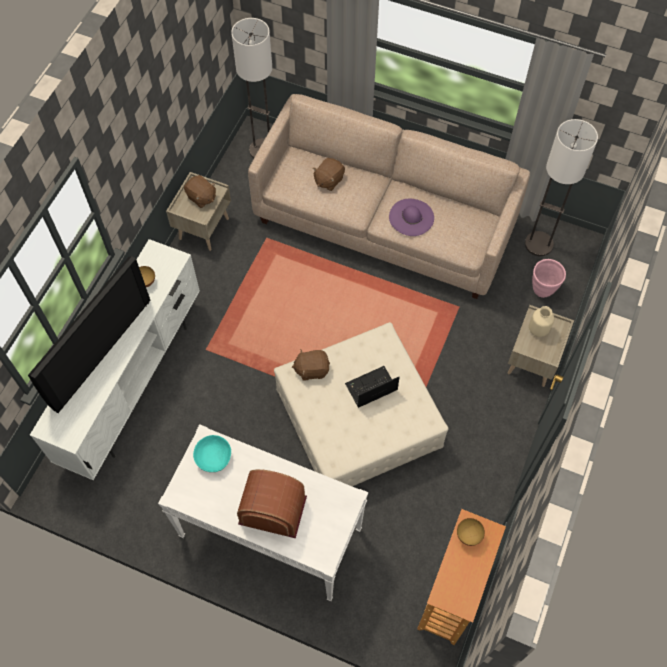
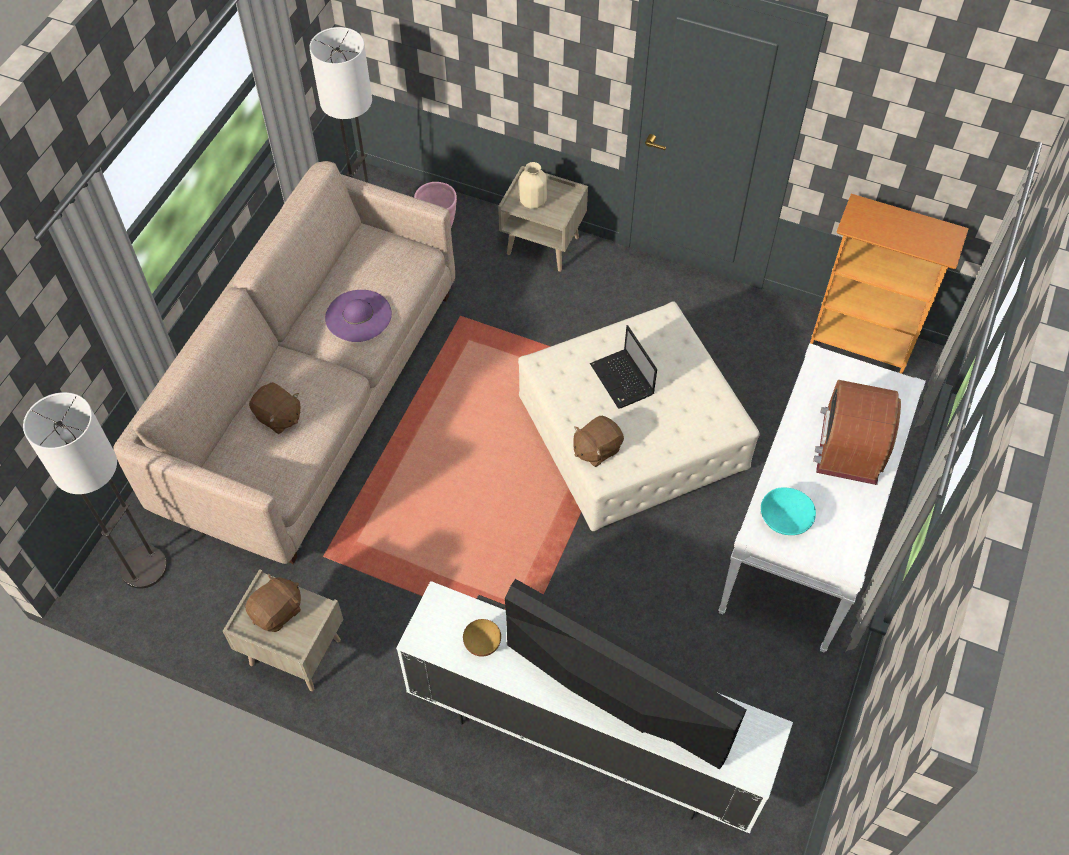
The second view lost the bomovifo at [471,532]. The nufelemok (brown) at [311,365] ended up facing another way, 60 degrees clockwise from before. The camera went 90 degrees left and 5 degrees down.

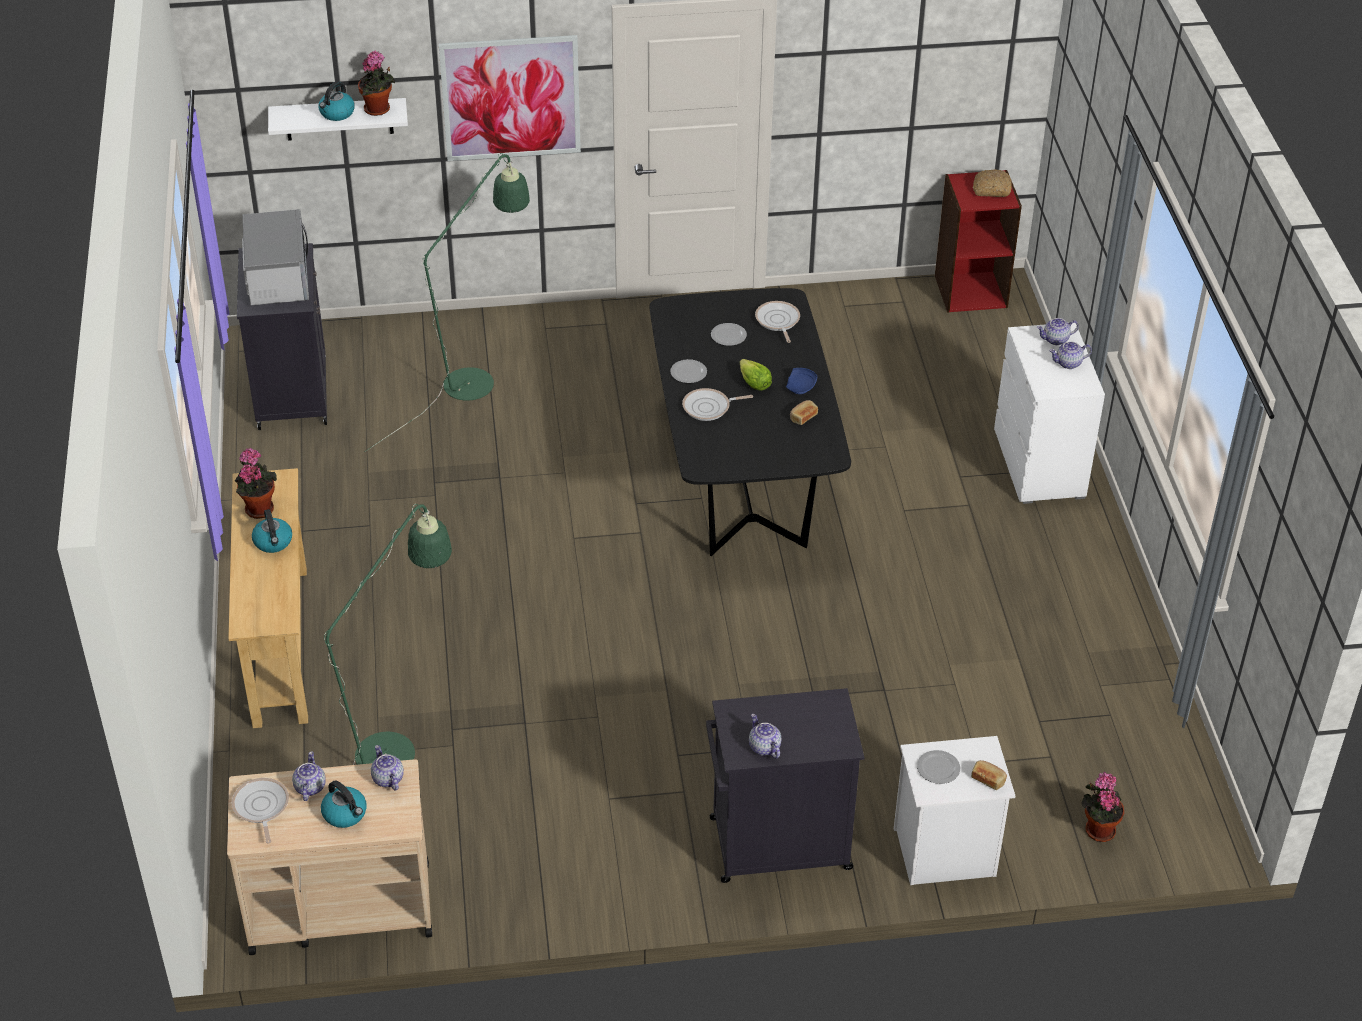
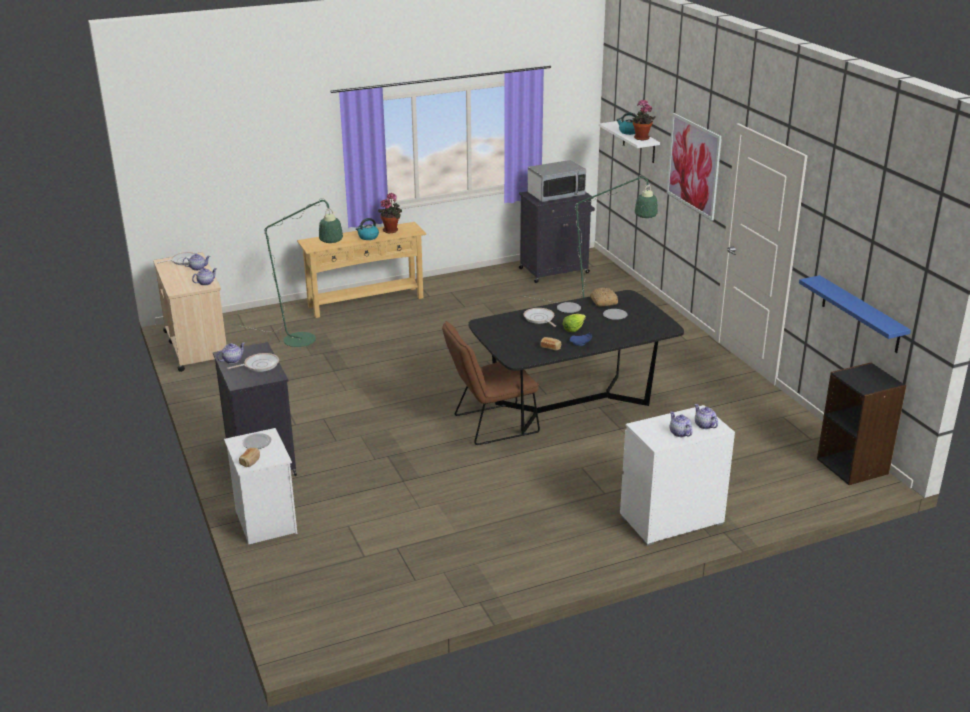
The second view lost the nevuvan at [344,804]. The second view lost the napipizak at [1103,807]. The second view gained the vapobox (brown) at [491,383]. The second view gained the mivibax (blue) at [855,314]. The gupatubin ended up elsewhere, having gone from [777,322] to [253,362]. The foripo ended up elsewhere, having gone from [992,183] to [604,297]. What was the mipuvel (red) at [978,241] turned into the mipuvel (black) at [861,423]. The camera went 75 degrees right and 15 degrees down.

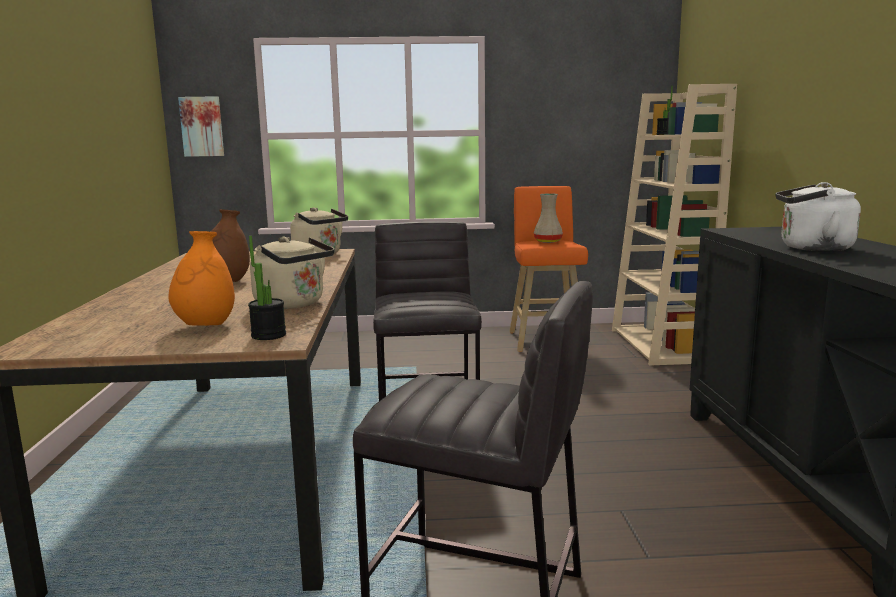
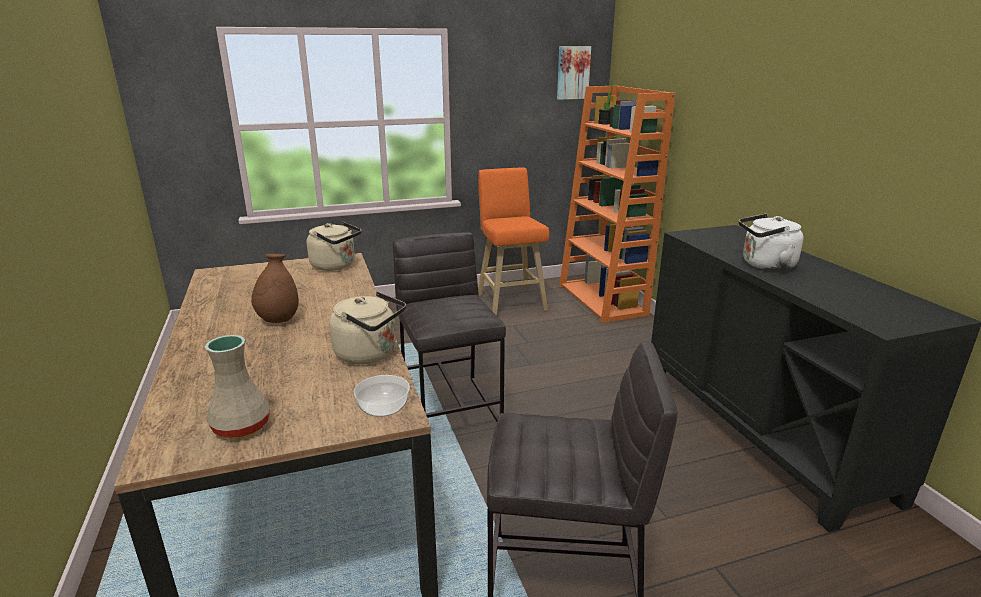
The second view lost the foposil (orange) at [202,278]. The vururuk ended up elsewhere, having gone from [201,126] to [574,73]. The foposil (beige) ended up elsewhere, having gone from [548,218] to [237,387]. Where the napipizak stood at [267,288], the bomovifo came to stand at [382,396]. What was the mipuvel (beige) at [674,225] turned into the mipuvel (orange) at [617,204]. The camera went 15 degrees left and 10 degrees up.

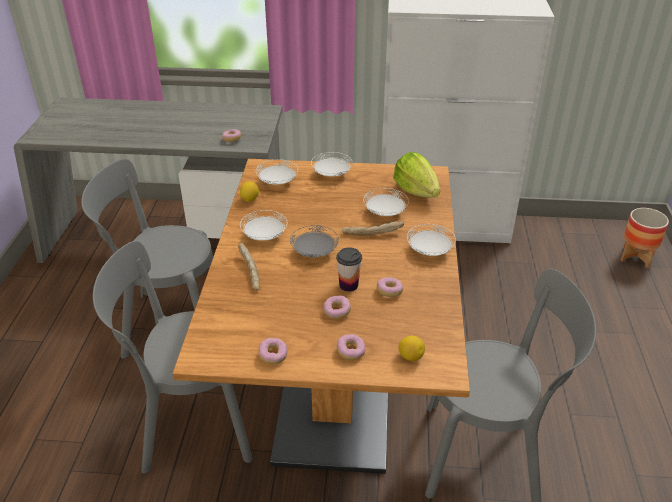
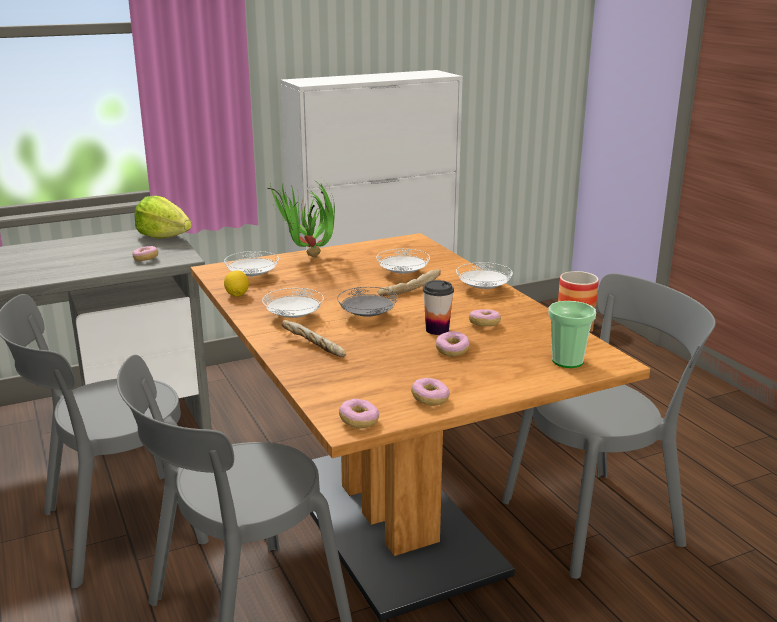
The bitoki ended up elsewhere, having gone from [351,347] to [359,413]. The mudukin ended up elsewhere, having gone from [416,175] to [163,217]. Where the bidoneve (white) stood at [332,164], the napipizak came to stand at [300,217]. Where the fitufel stood at [411,348], the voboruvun came to stand at [572,334]. The camera went 30 degrees left and 15 degrees down.

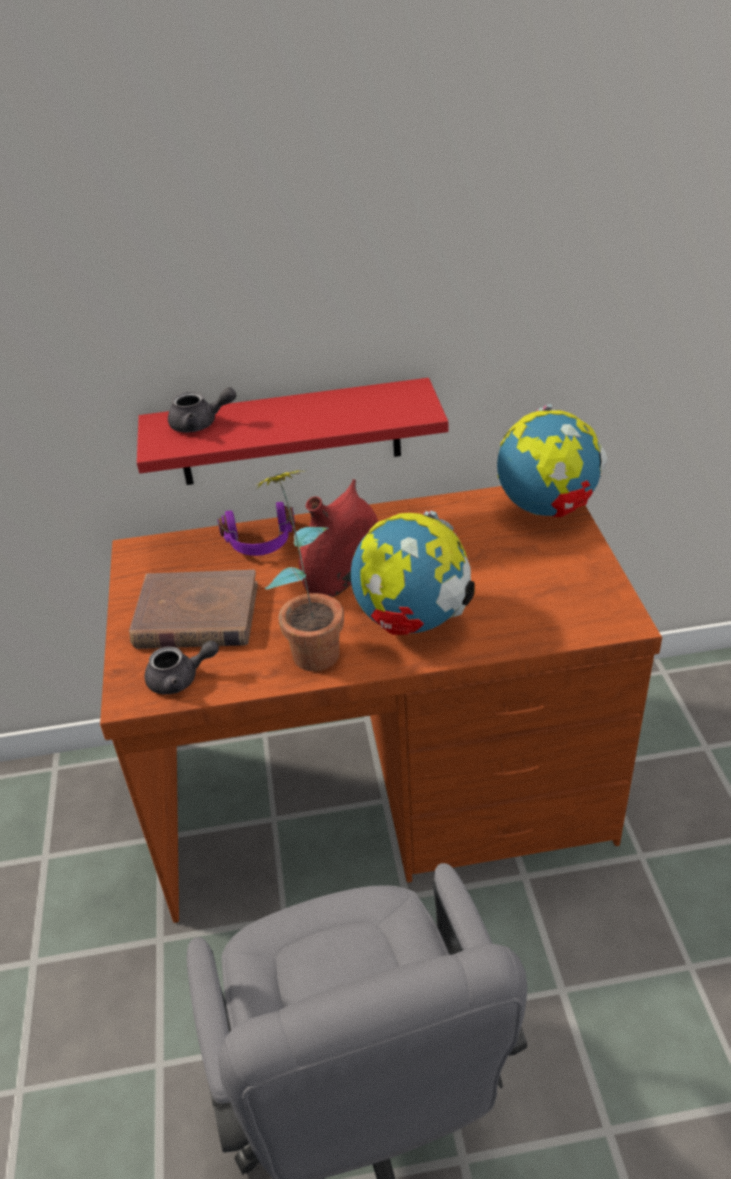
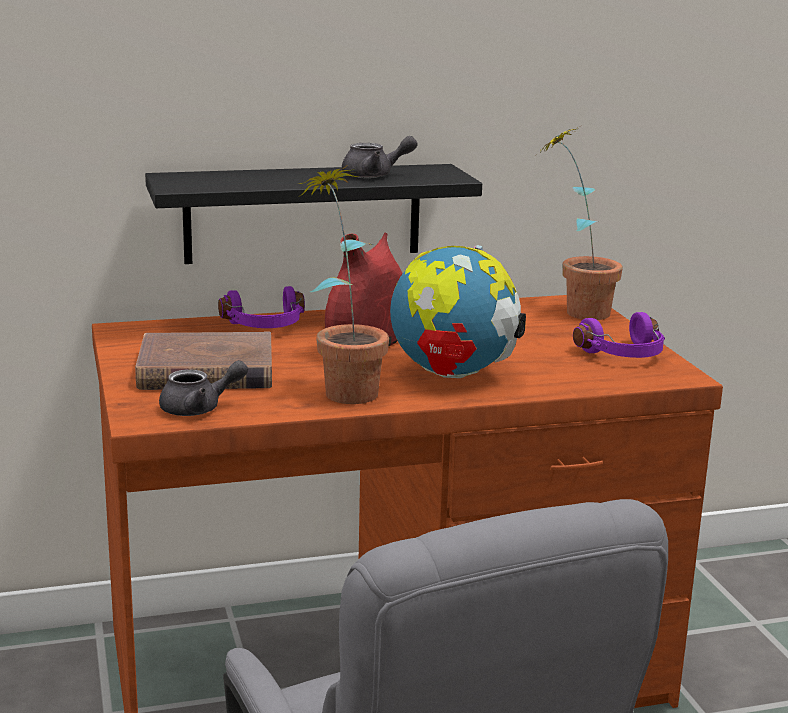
The second view gained the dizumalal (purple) at [619,335]. The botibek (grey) ended up elsewhere, having gone from [202,409] to [379,157]. Where the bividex stood at [552,460], the napipizak came to stand at [581,224]. What was the mivibax (red) at [292,431] turned into the mivibax (black) at [313,214]. The camera went 10 degrees left and 20 degrees down.

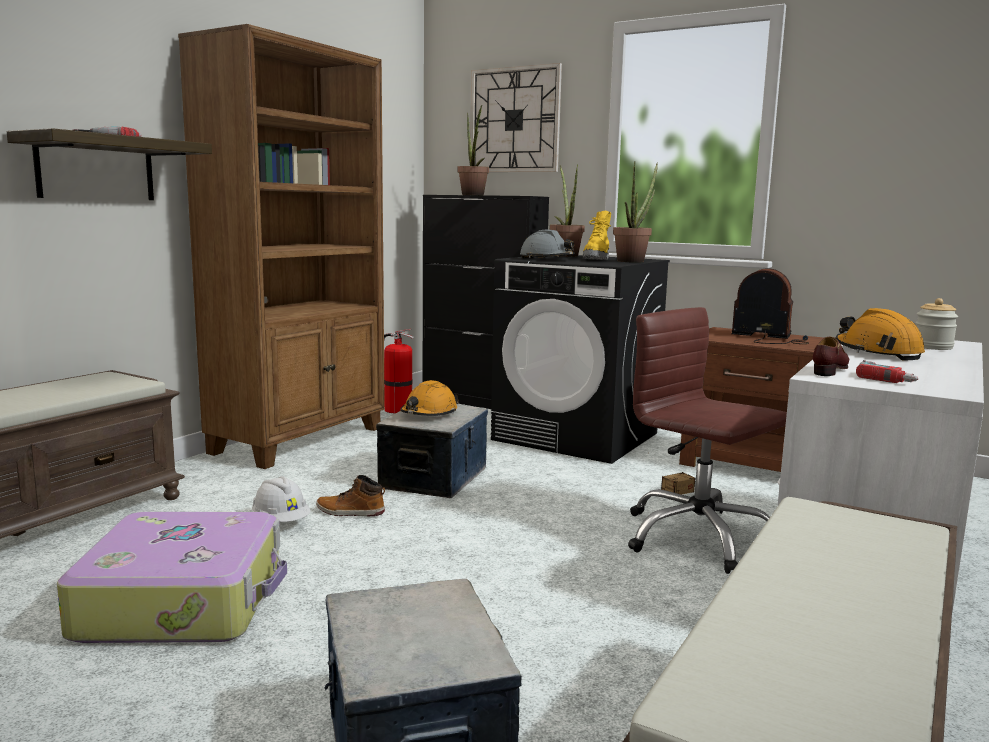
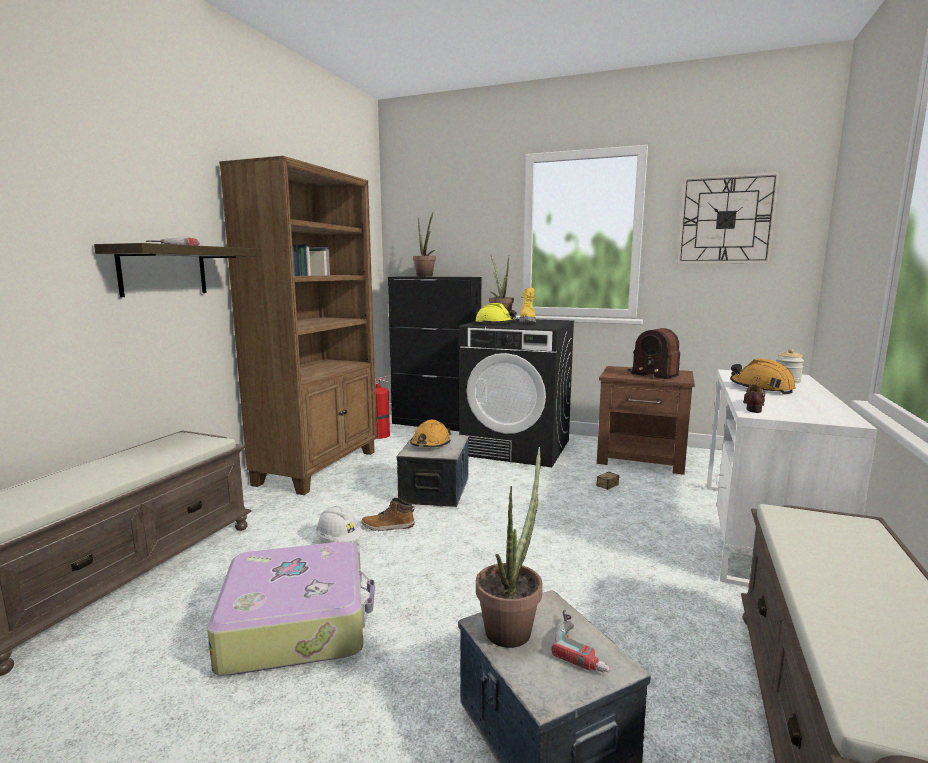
The second view lost the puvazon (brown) at [707,440]. The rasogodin ended up elsewhere, having gone from [516,117] to [728,218]. The napipizak ended up elsewhere, having gone from [635,212] to [509,547]. The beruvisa ended up elsewhere, having gone from [887,371] to [581,641]. What was the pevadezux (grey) at [547,244] turned into the pevadezux (yellow) at [496,313]. The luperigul at [770,306] ended up facing another way, 150 degrees counterclockwise from before. The camera went 10 degrees left and 0 degrees up.

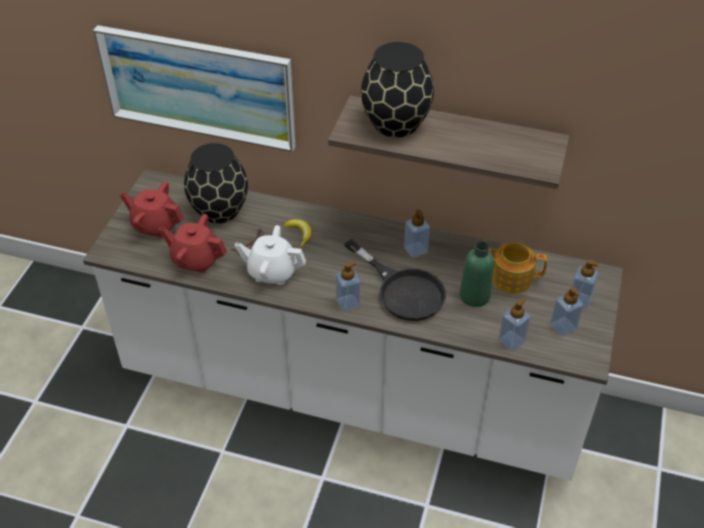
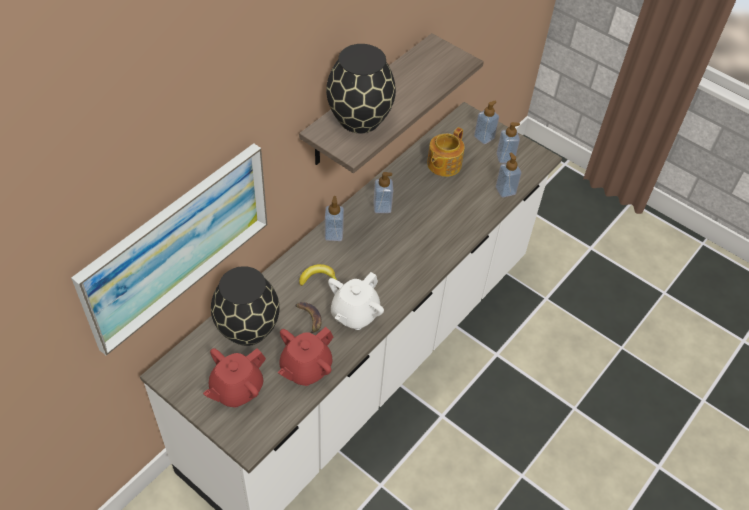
The second view lost the gupatubin (black) at [395,280]. The second view lost the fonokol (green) at [477,274]. The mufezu ended up elsewhere, having gone from [348,287] to [334,218]. The camera went 70 degrees left and 5 degrees up.

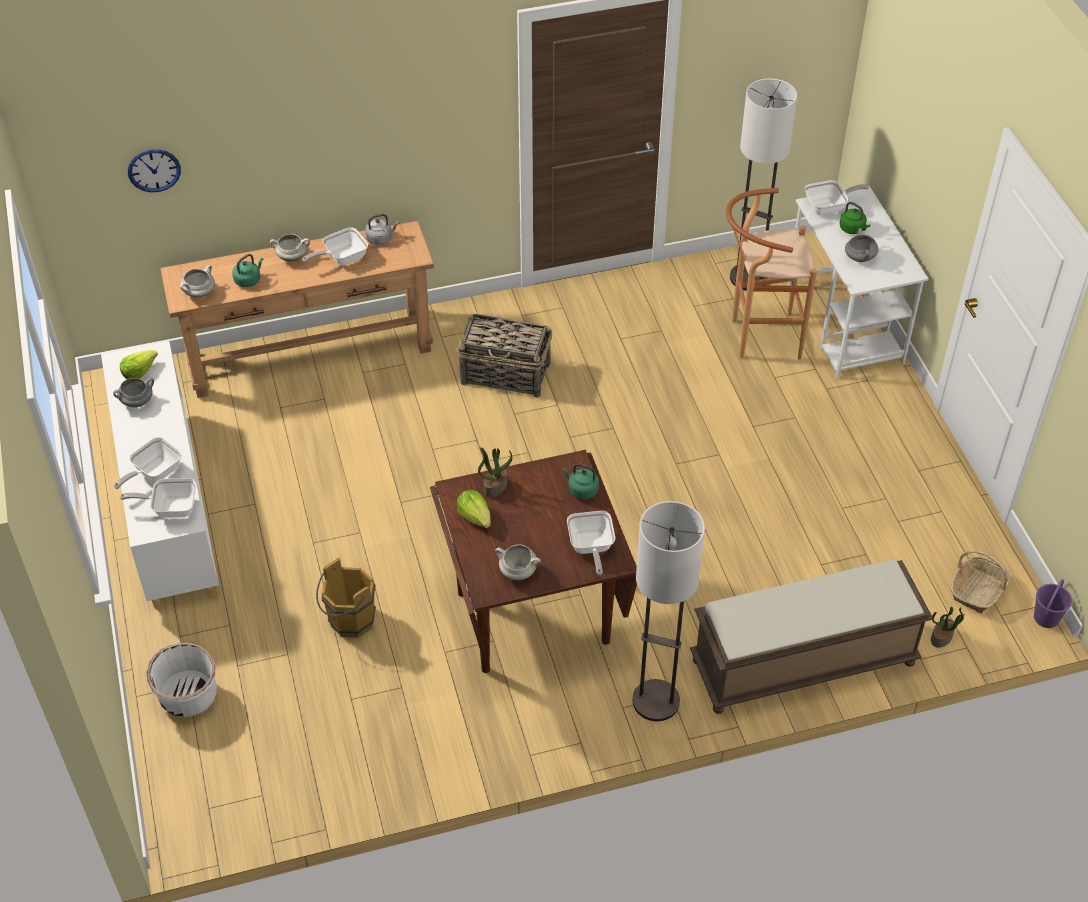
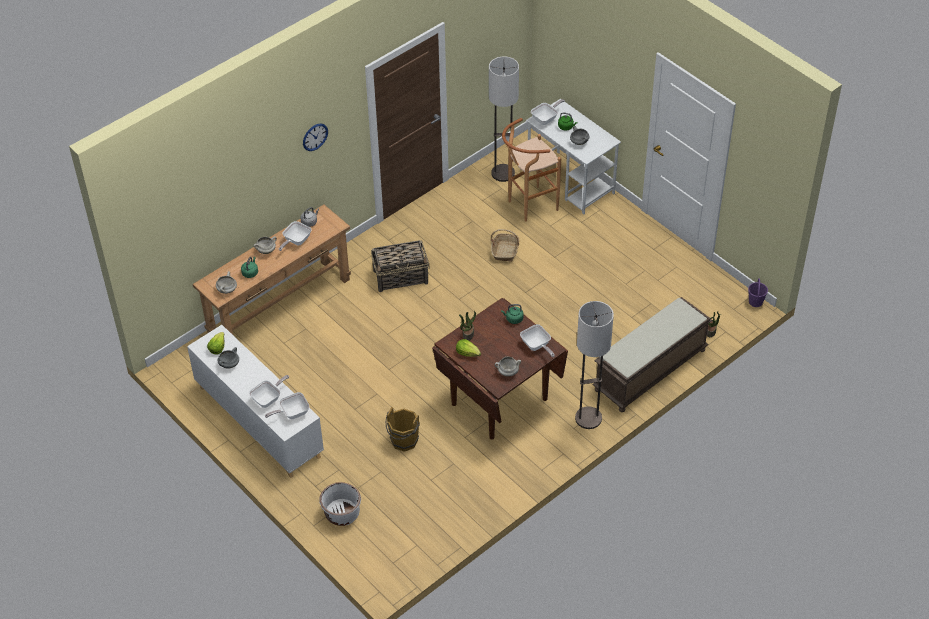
The rasogodin ended up elsewhere, having gone from [154,170] to [315,137]. The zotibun ended up elsewhere, having gone from [981,581] to [505,245]. The gupatubin at [148,463] ended up facing another way, 150 degrees counterclockwise from before. The camera went 25 degrees left and 0 degrees up.

